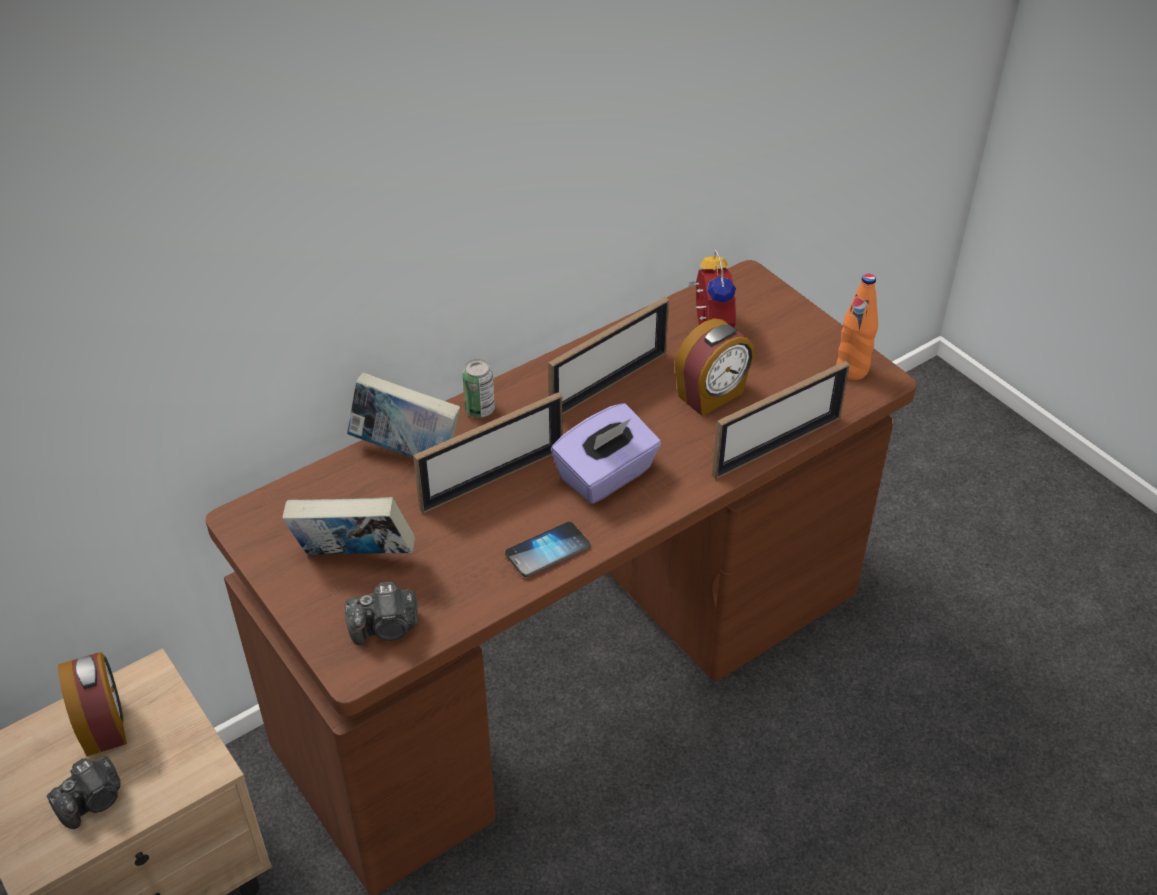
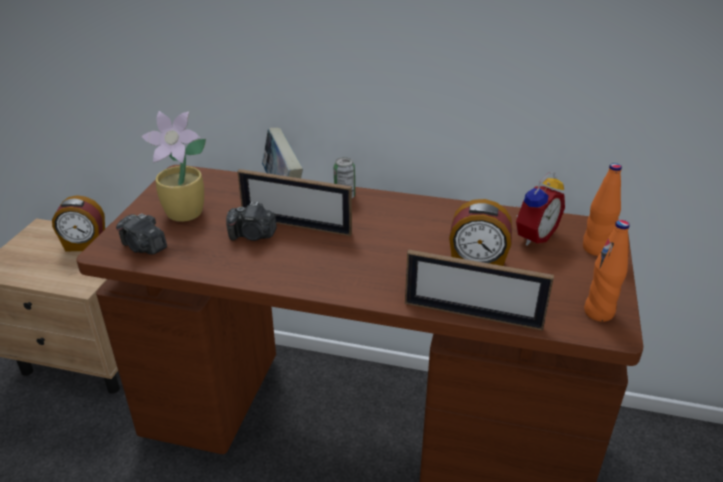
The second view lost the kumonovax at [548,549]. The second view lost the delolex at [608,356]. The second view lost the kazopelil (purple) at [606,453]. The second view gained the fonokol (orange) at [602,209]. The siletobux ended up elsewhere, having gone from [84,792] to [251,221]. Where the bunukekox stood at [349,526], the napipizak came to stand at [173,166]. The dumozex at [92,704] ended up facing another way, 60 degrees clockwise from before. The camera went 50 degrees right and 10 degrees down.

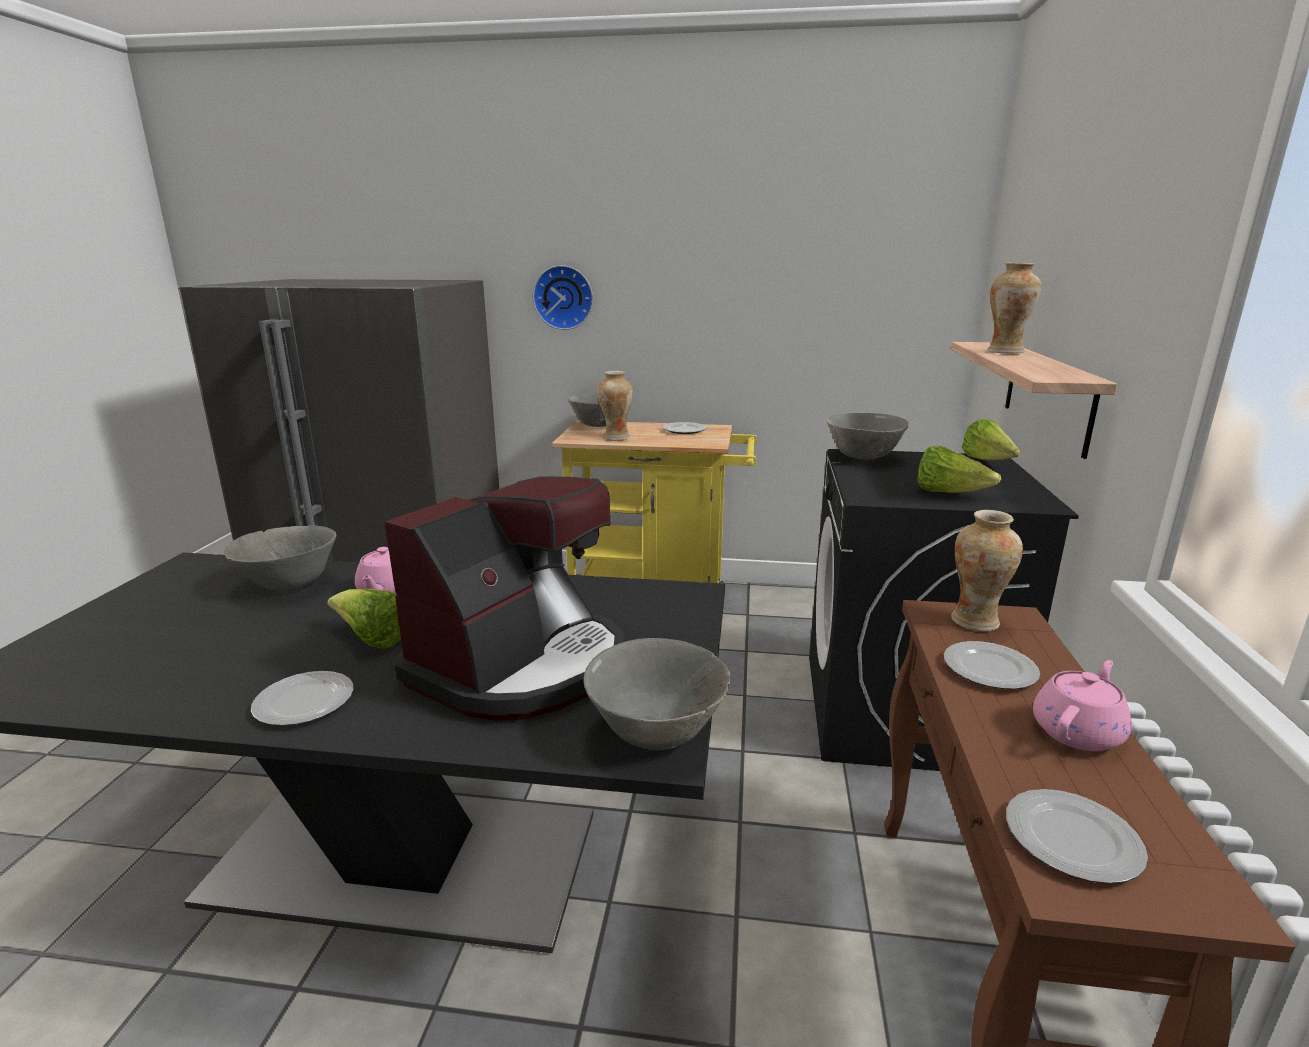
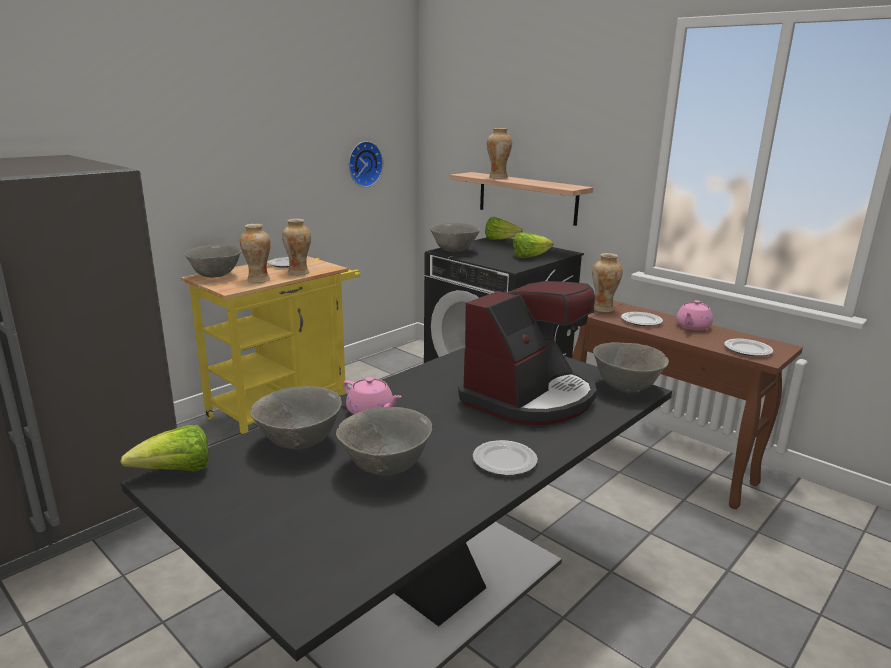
The second view gained the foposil at [296,247]. The second view gained the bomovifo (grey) at [384,441]. The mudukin ended up elsewhere, having gone from [364,619] to [164,448]. The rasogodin ended up elsewhere, having gone from [563,297] to [366,164]. The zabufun at [504,598] ended up facing another way, 60 degrees clockwise from before. The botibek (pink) at [1082,705] ended up facing another way, 135 degrees counterclockwise from before. The camera went 55 degrees left and 0 degrees up.

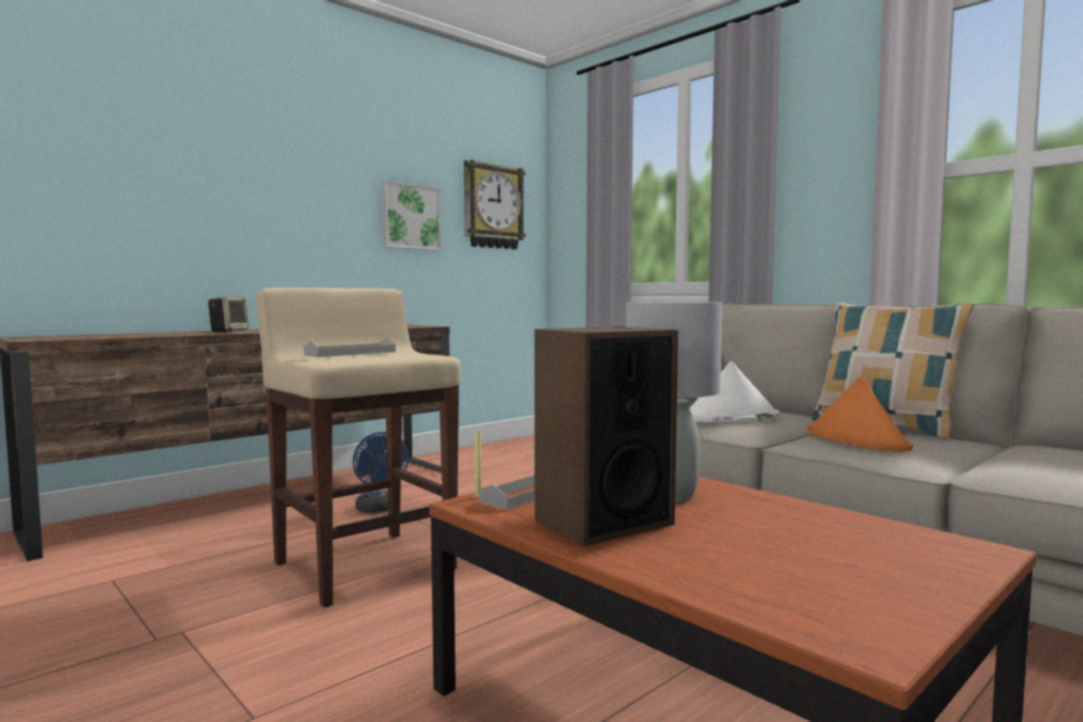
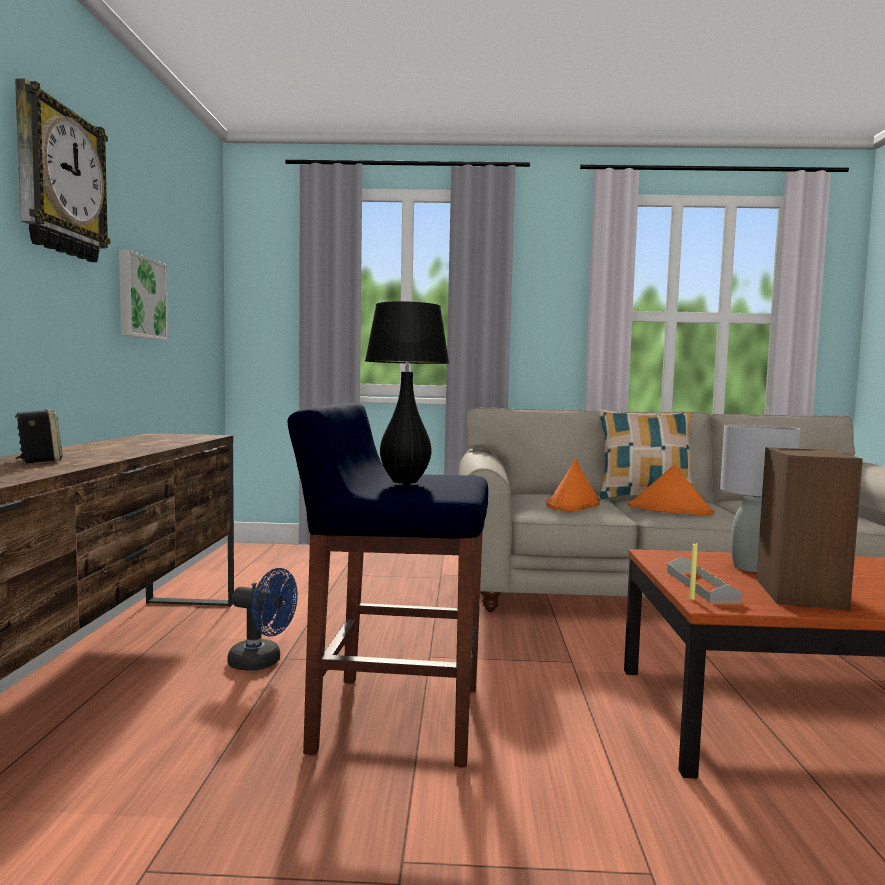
The rasogodin ended up elsewhere, having gone from [495,204] to [62,170]. Where the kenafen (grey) stood at [350,347], the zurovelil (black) came to stand at [407,392]. What was the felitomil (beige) at [358,447] turned into the felitomil (blue) at [387,585]. What was the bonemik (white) at [734,392] turned into the bonemik (orange) at [573,485]. The camera went 45 degrees left and 0 degrees up.

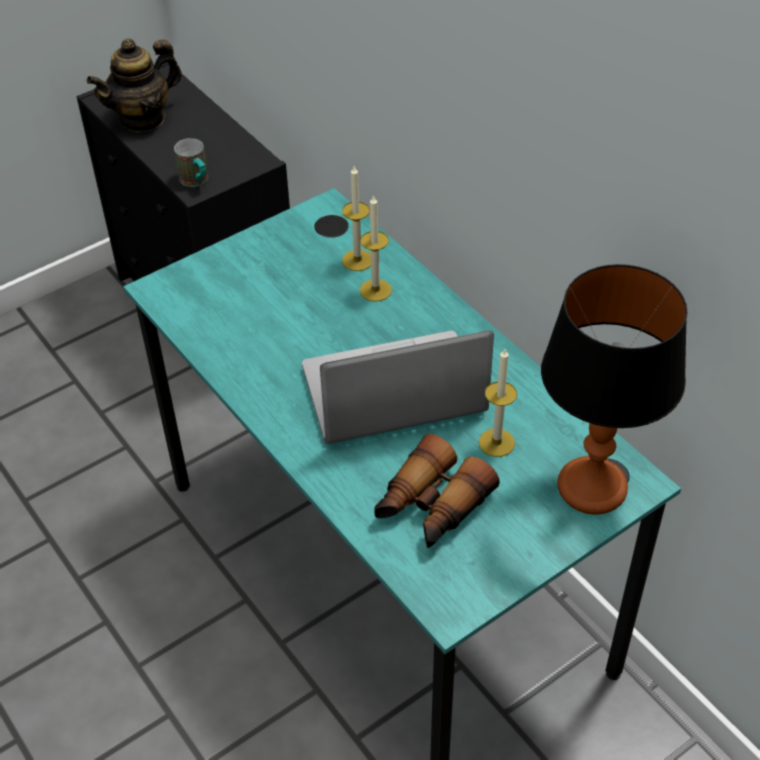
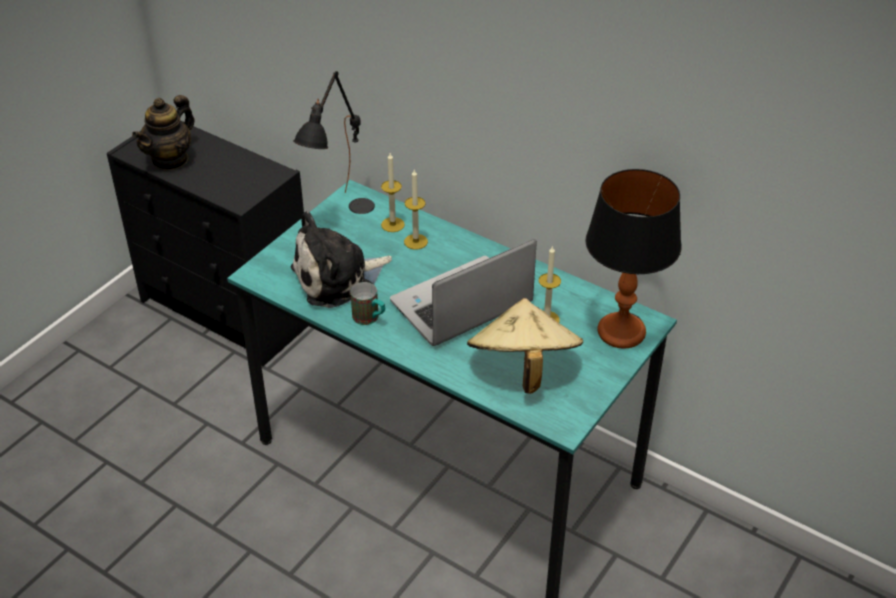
The second view gained the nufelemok at [341,259]. The second view gained the zurovelil (black) at [327,132]. The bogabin ended up elsewhere, having gone from [191,162] to [367,303]. Where the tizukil stood at [437,491], the bonemik (beige) came to stand at [525,346]. The camera went 20 degrees left and 5 degrees down.

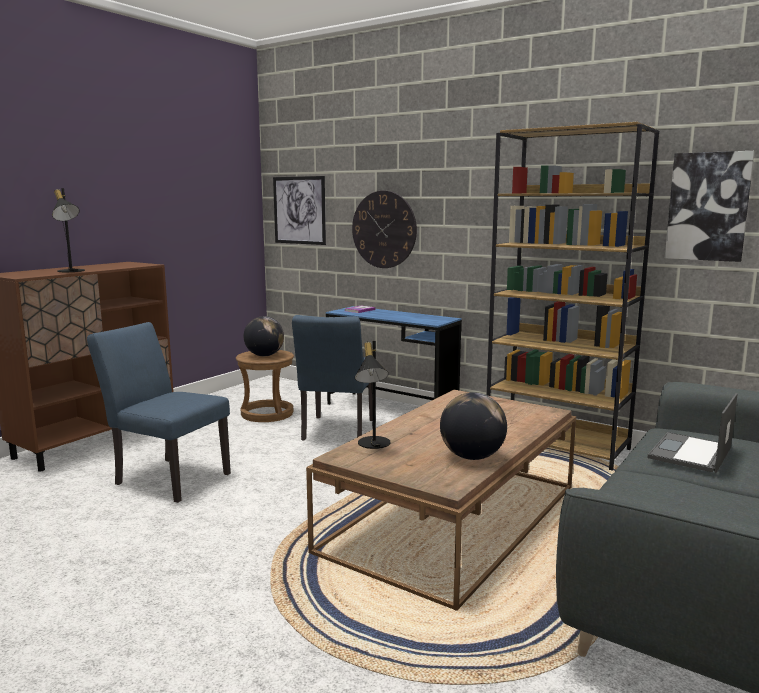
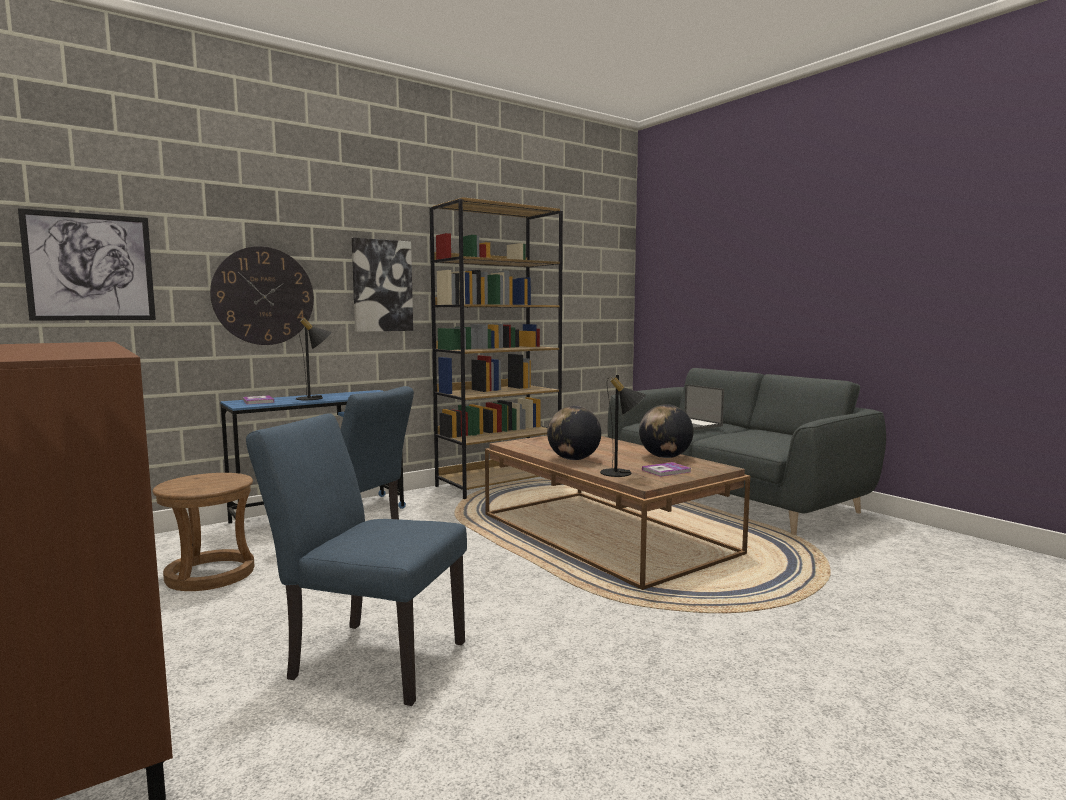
The second view gained the bunukekox at [666,469]. The zurovelil (black) ended up elsewhere, having gone from [68,230] to [314,358]. The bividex ended up elsewhere, having gone from [264,336] to [574,433]. The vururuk ended up elsewhere, having gone from [710,206] to [382,285]. The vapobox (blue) at [159,412] ended up facing another way, 60 degrees clockwise from before. The camera went 70 degrees left and 5 degrees down.

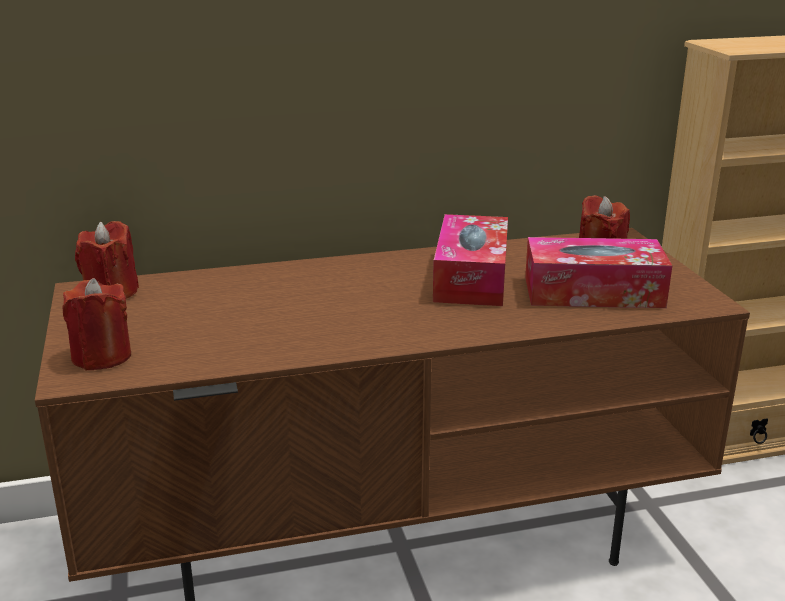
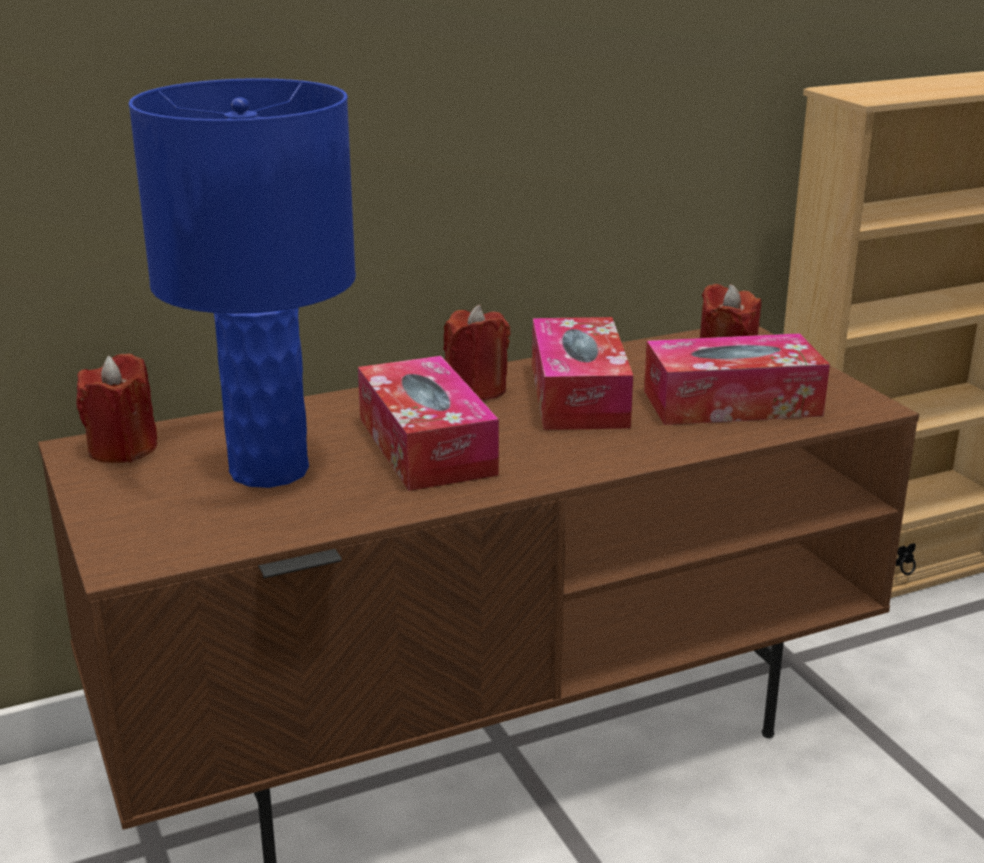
The second view gained the zurovelil (blue) at [242,283]. The second view gained the kazopelil at [428,423]. The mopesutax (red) ended up elsewhere, having gone from [97,324] to [476,352]. The camera went 10 degrees left and 0 degrees up.

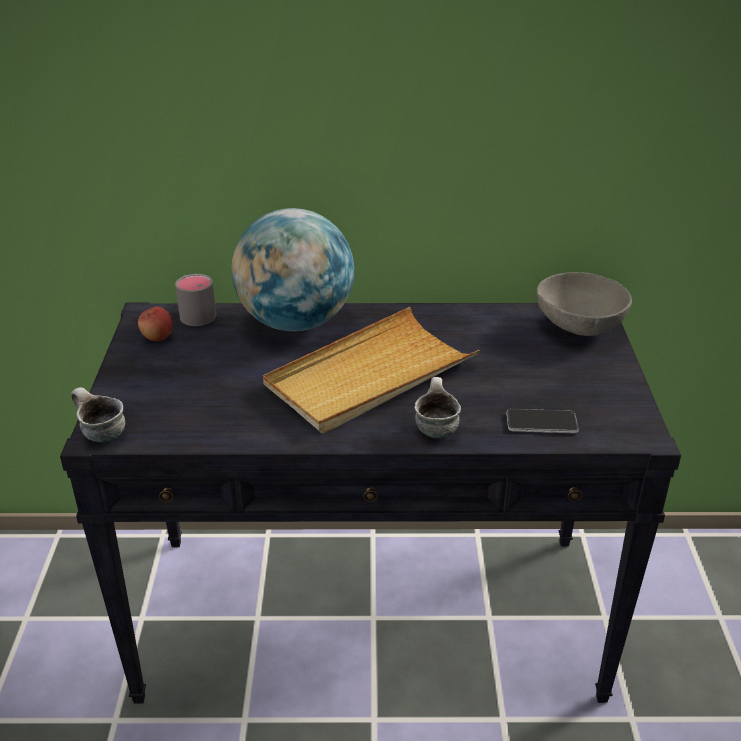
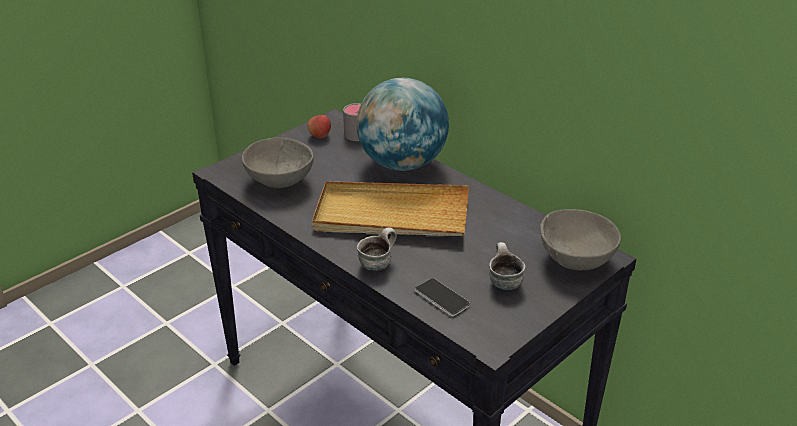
The second view gained the bomovifo (grey) at [278,162]. The bogabin ended up elsewhere, having gone from [98,414] to [507,266]. The camera went 45 degrees right and 0 degrees up.

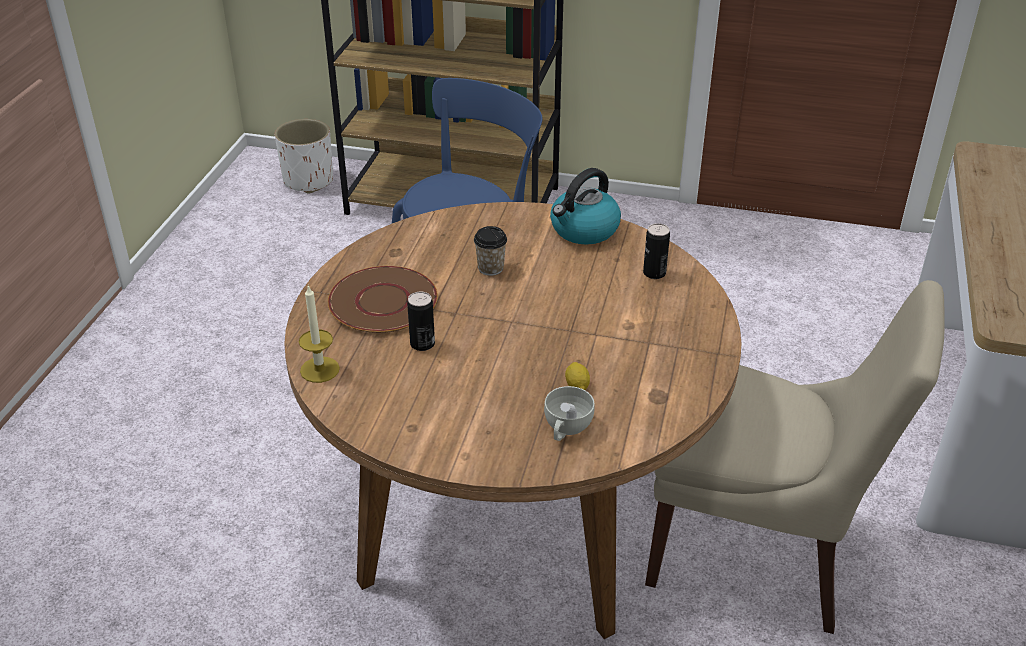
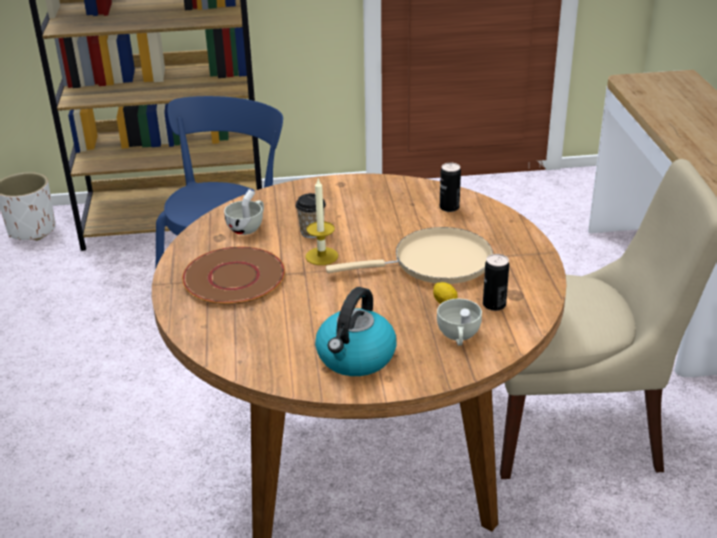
The second view gained the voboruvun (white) at [244,212]. The second view gained the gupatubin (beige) at [409,255]. The mopesutax ended up elsewhere, having gone from [319,334] to [321,222]. The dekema ended up elsewhere, having gone from [421,321] to [496,282]. The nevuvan ended up elsewhere, having gone from [585,206] to [356,331]. The camera went 20 degrees left and 5 degrees down.

